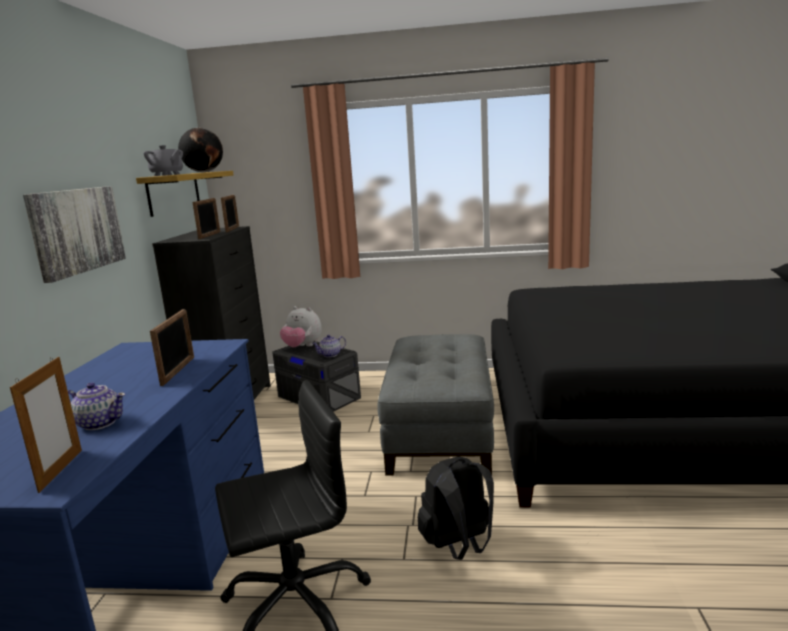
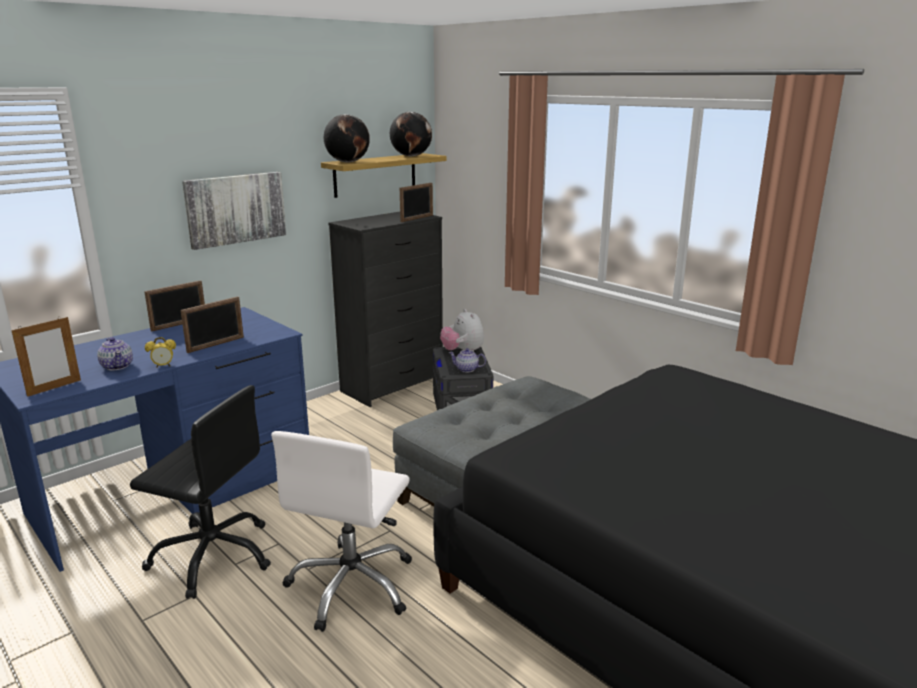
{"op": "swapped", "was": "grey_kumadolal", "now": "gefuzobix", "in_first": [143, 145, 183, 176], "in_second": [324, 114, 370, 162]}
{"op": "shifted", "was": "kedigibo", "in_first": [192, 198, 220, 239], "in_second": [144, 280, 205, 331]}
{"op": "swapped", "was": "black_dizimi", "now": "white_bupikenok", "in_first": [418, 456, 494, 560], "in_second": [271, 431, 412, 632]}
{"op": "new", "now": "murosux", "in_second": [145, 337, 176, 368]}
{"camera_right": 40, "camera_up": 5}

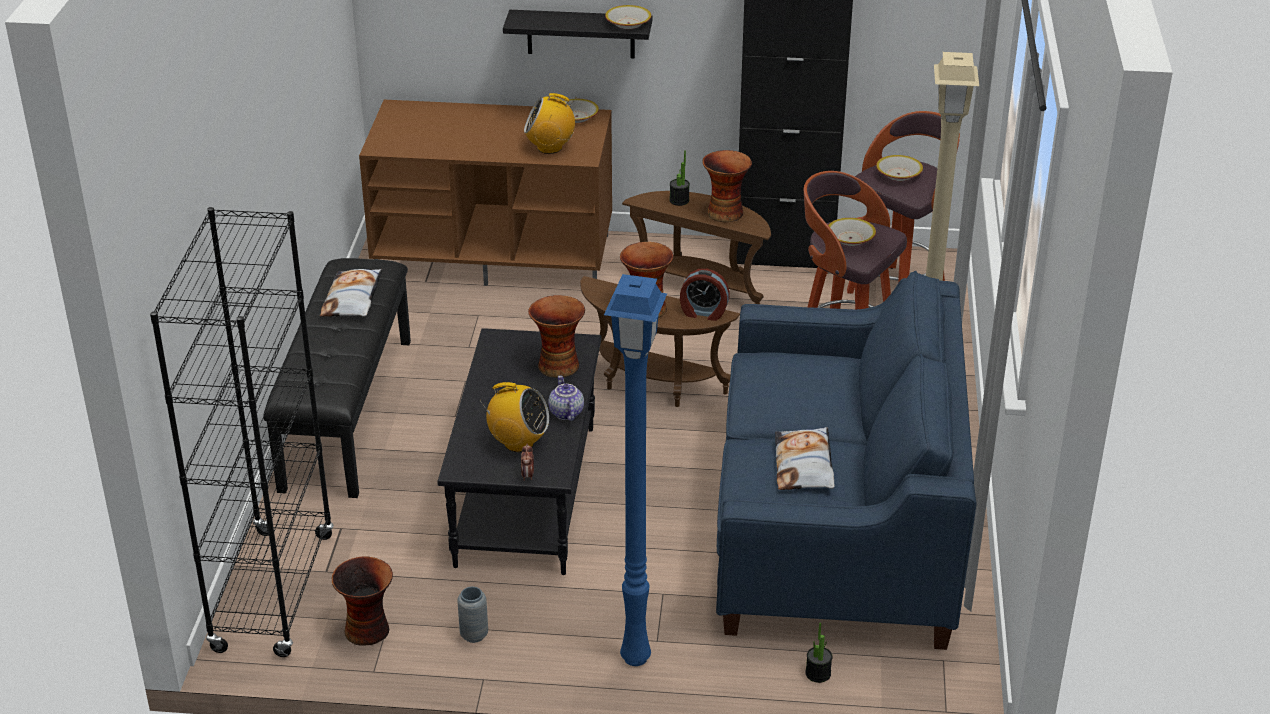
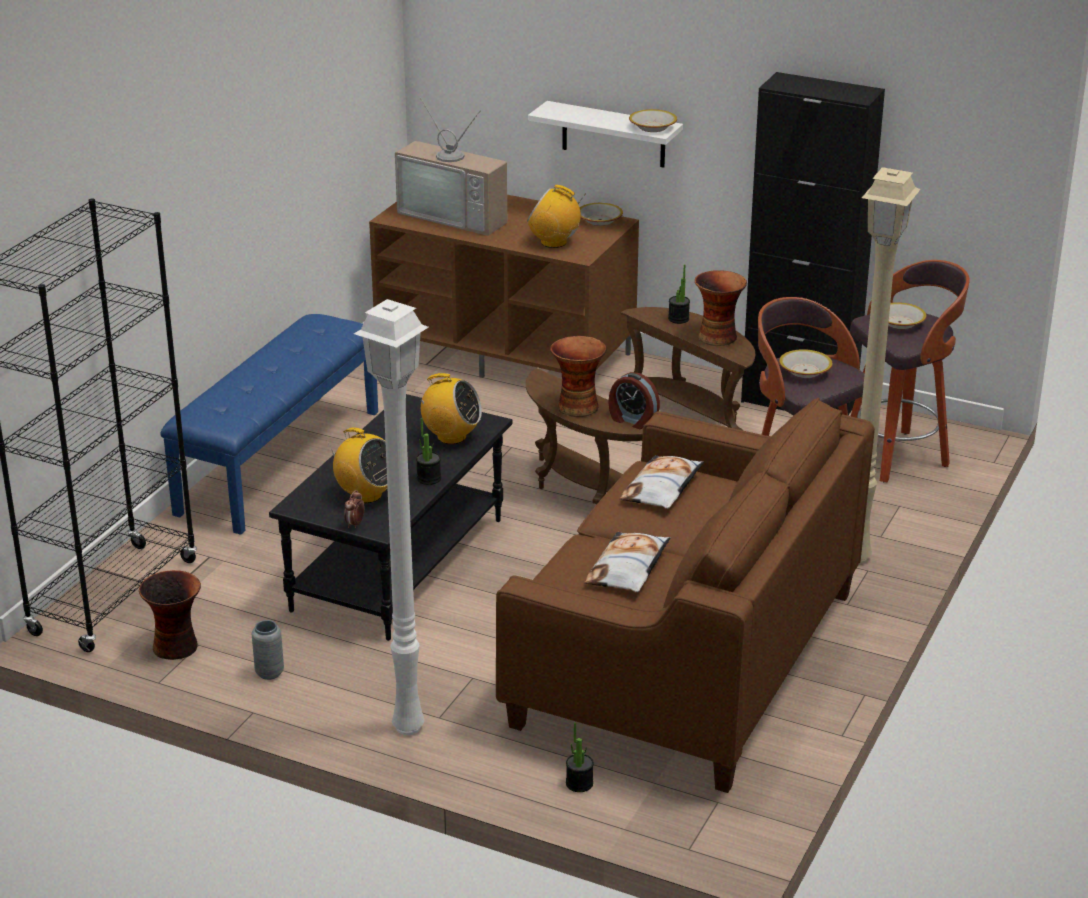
{"op": "repainted", "was": "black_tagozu", "now": "white_tagozu", "in_first": [503, 10, 652, 59], "in_second": [528, 101, 683, 168]}
{"op": "repainted", "was": "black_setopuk", "now": "blue_setopuk", "in_first": [263, 258, 411, 498], "in_second": [160, 314, 378, 535]}
{"op": "shifted", "was": "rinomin", "in_first": [320, 269, 383, 317], "in_second": [619, 455, 704, 509]}
{"op": "repainted", "was": "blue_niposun", "now": "brown_niposun", "in_first": [716, 271, 977, 650], "in_second": [496, 398, 875, 793]}
{"op": "repainted", "was": "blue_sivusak", "now": "white_sivusak", "in_first": [604, 274, 667, 666], "in_second": [354, 299, 428, 735]}
{"op": "swapped", "was": "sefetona", "now": "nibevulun", "in_first": [528, 295, 585, 378], "in_second": [416, 373, 482, 444]}
{"op": "swapped", "was": "kumadolal", "now": "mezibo", "in_first": [548, 375, 584, 421], "in_second": [416, 418, 441, 485]}
{"op": "new", "now": "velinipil", "in_second": [395, 97, 507, 236]}
{"camera_right": 20, "camera_up": -5}

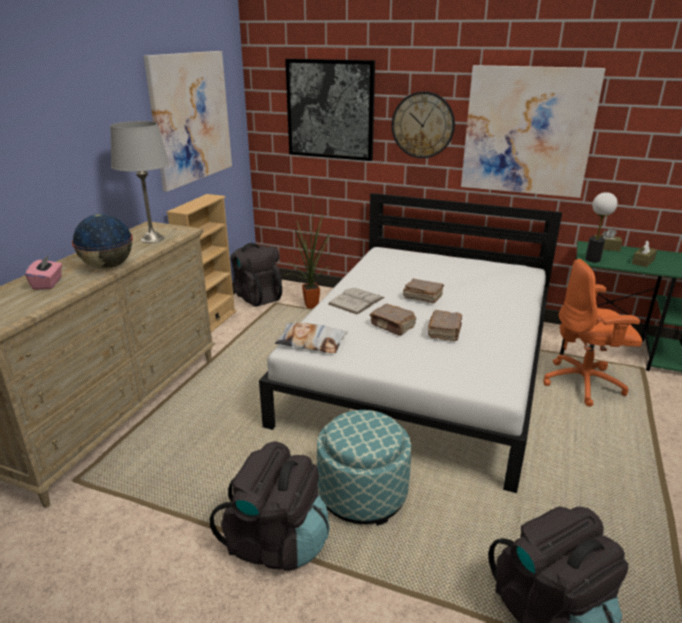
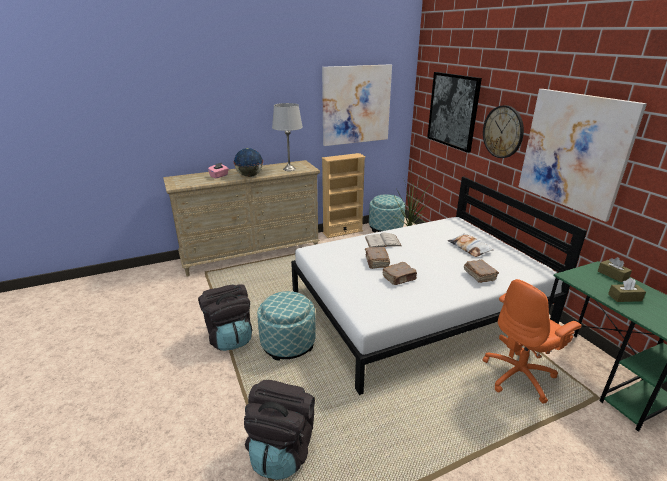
{"op": "gone", "was": "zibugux", "in_first": [585, 192, 618, 263]}
{"op": "swapped", "was": "black_dizimi", "now": "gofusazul", "in_first": [230, 243, 282, 307], "in_second": [369, 194, 405, 232]}
{"op": "rotated", "was": "orange_bupikenok", "in_first": [543, 259, 642, 407], "in_second": [483, 279, 581, 404], "clockwise": -75}
{"op": "shifted", "was": "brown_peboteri", "in_first": [403, 278, 444, 303], "in_second": [464, 259, 499, 283]}
{"op": "shifted", "was": "rinomin", "in_first": [275, 323, 348, 353], "in_second": [448, 234, 494, 257]}
{"camera_right": 45, "camera_up": 0}

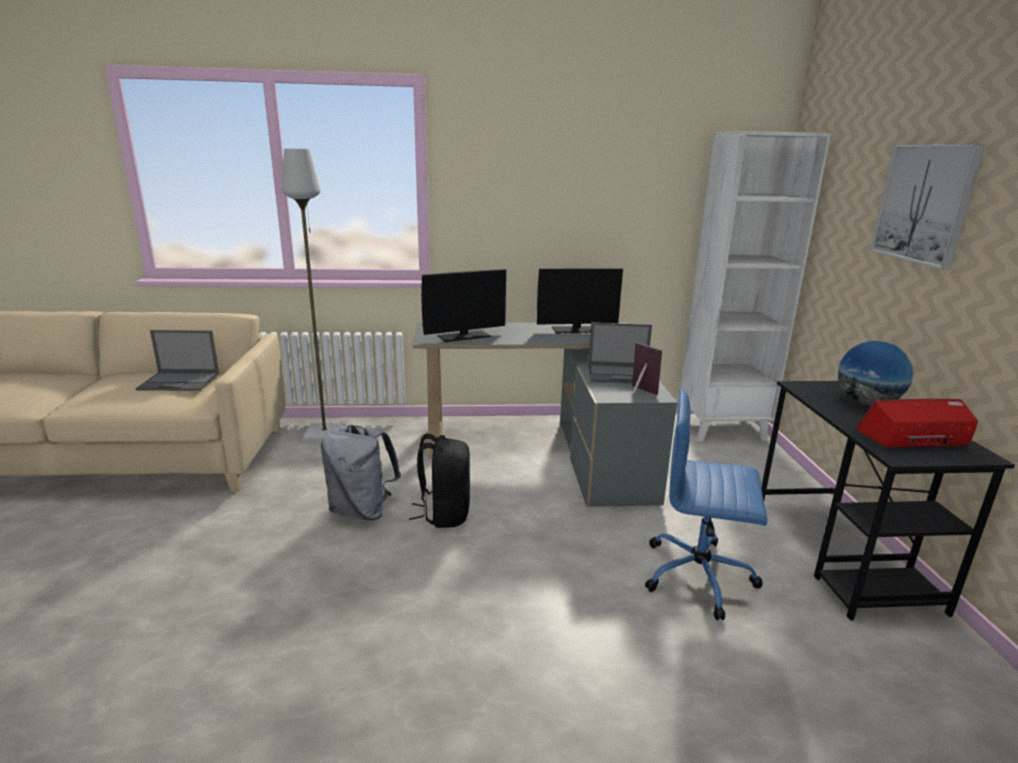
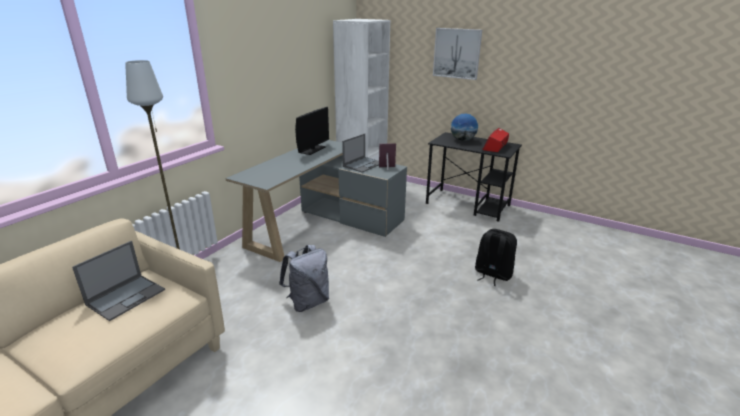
{"op": "gone", "was": "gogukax", "in_first": [421, 269, 506, 342]}
{"op": "gone", "was": "blue_bupikenok", "in_first": [645, 388, 767, 620]}
{"op": "shifted", "was": "black_dizimi", "in_first": [409, 434, 470, 528], "in_second": [475, 229, 517, 286]}
{"camera_right": -55, "camera_up": 5}

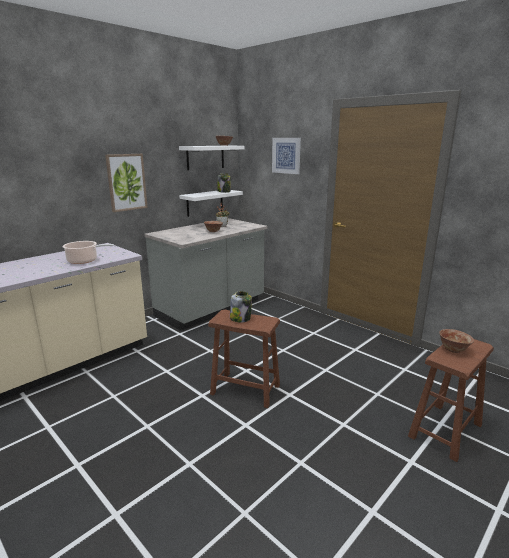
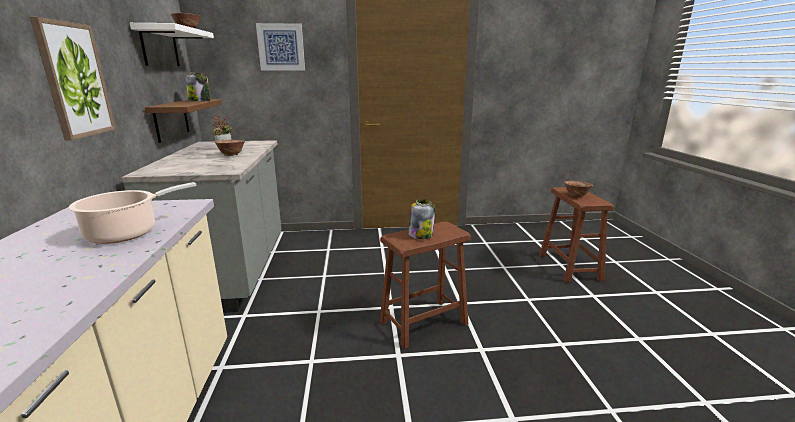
{"op": "repainted", "was": "white_tagozu", "now": "brown_tagozu", "in_first": [179, 190, 243, 217], "in_second": [145, 99, 222, 143]}
{"camera_right": -50, "camera_up": 0}

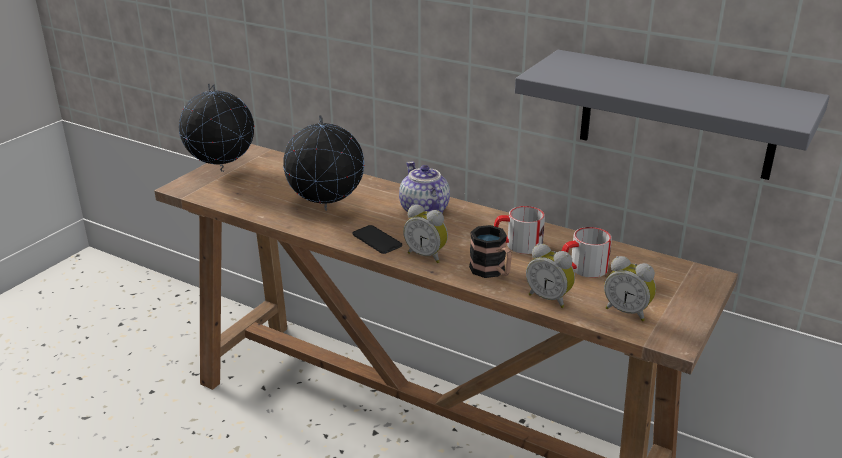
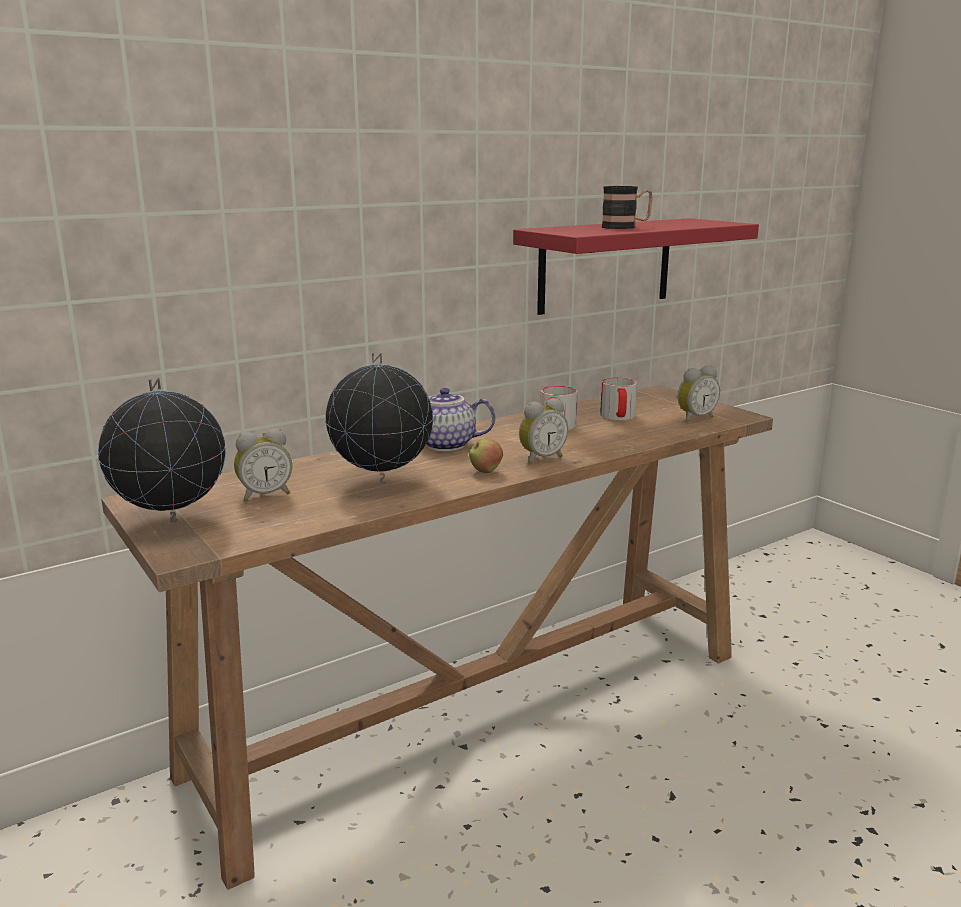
{"op": "repainted", "was": "grey_tagozu", "now": "red_tagozu", "in_first": [515, 50, 830, 180], "in_second": [513, 218, 759, 315]}
{"op": "swapped", "was": "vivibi", "now": "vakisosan", "in_first": [352, 225, 402, 254], "in_second": [469, 439, 503, 473]}
{"op": "shifted", "was": "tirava", "in_first": [469, 225, 512, 278], "in_second": [602, 186, 653, 229]}
{"op": "shifted", "was": "murosux", "in_first": [526, 244, 575, 308], "in_second": [234, 428, 292, 502]}
{"camera_right": -65, "camera_up": -10}

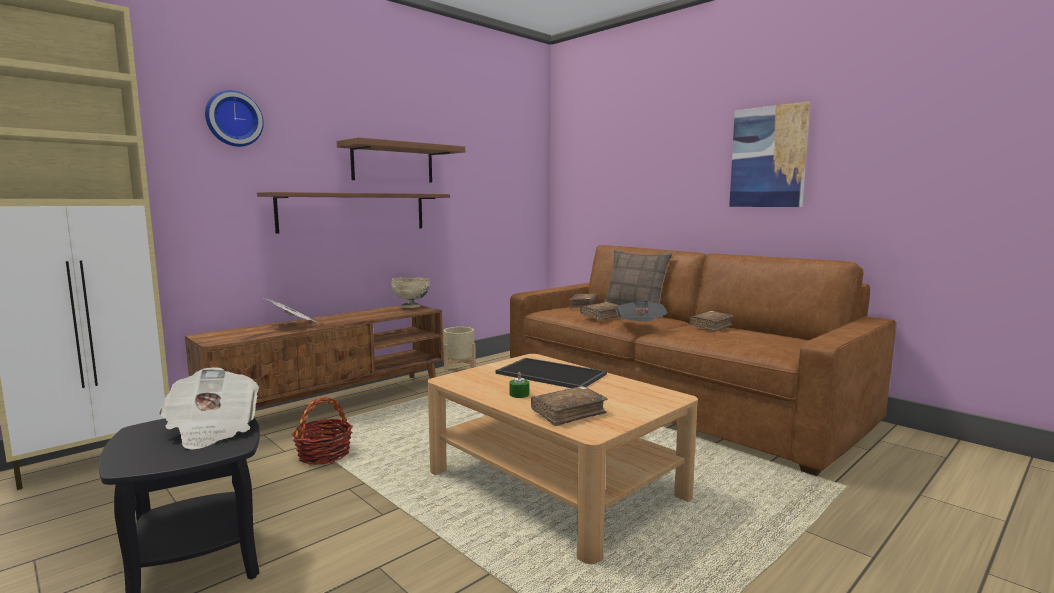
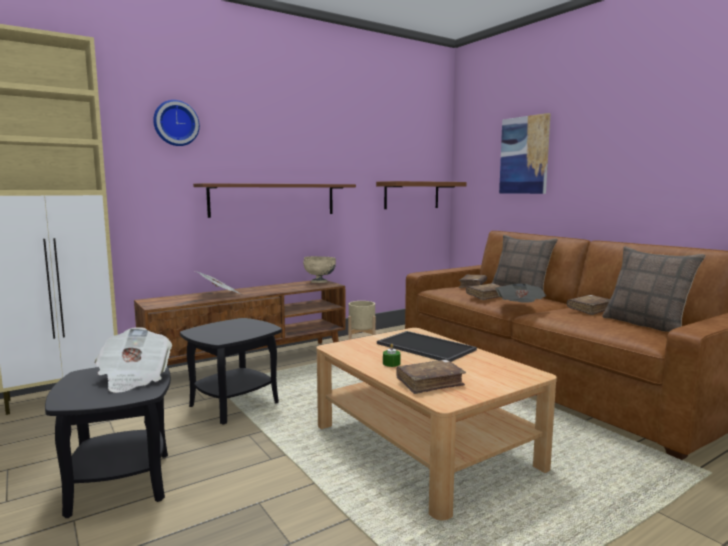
{"op": "shifted", "was": "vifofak", "in_first": [729, 101, 810, 207], "in_second": [499, 113, 551, 194]}
{"op": "shifted", "was": "brown_tagozu", "in_first": [337, 137, 465, 183], "in_second": [376, 181, 466, 209]}
{"op": "swapped", "was": "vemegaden", "now": "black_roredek", "in_first": [292, 397, 353, 465], "in_second": [180, 318, 282, 424]}
{"op": "new", "now": "rinomin", "in_second": [602, 246, 706, 332]}
{"camera_right": 10, "camera_up": 0}

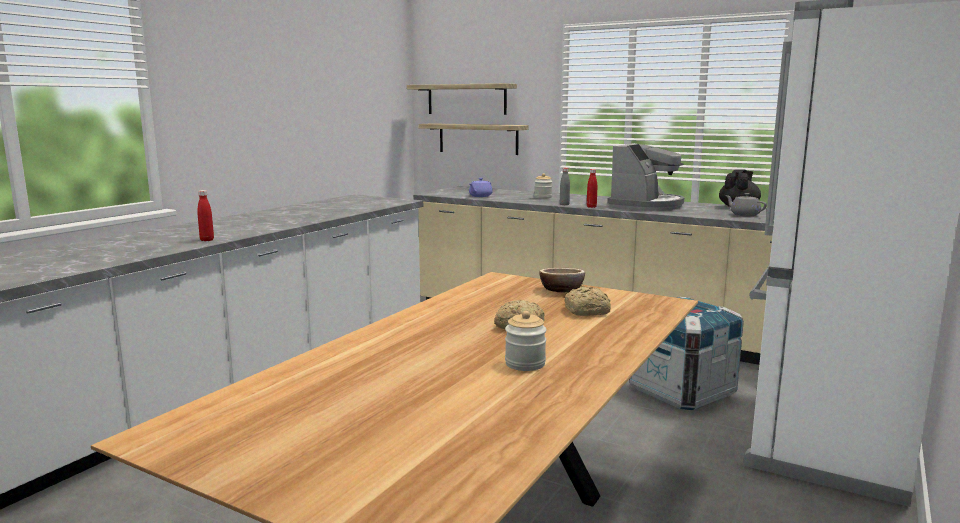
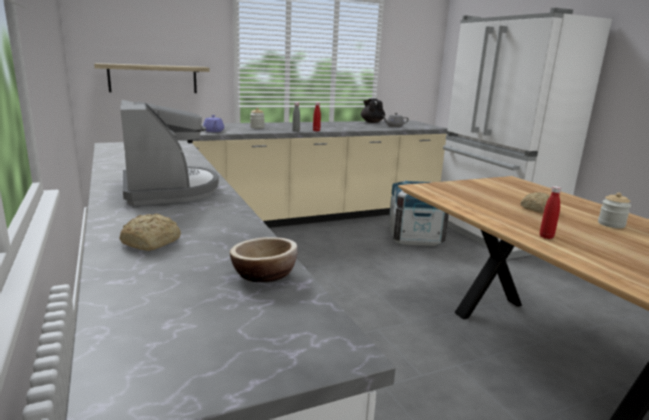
{"op": "gone", "was": "tagozu", "in_first": [407, 83, 517, 115]}
{"op": "shifted", "was": "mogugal", "in_first": [607, 143, 684, 211], "in_second": [120, 100, 219, 205]}
{"op": "shifted", "was": "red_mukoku", "in_first": [197, 190, 214, 241], "in_second": [540, 186, 561, 239]}
{"op": "shifted", "was": "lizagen", "in_first": [539, 268, 585, 292], "in_second": [230, 237, 298, 282]}
{"op": "shifted", "was": "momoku", "in_first": [565, 286, 611, 316], "in_second": [119, 214, 181, 251]}
{"camera_right": -55, "camera_up": 5}

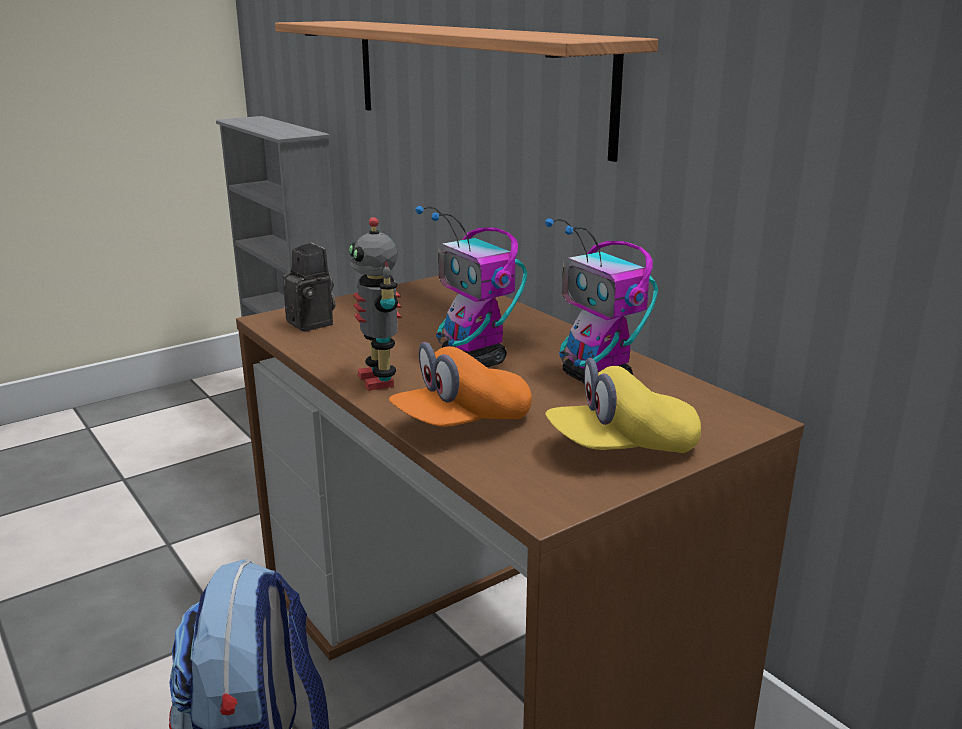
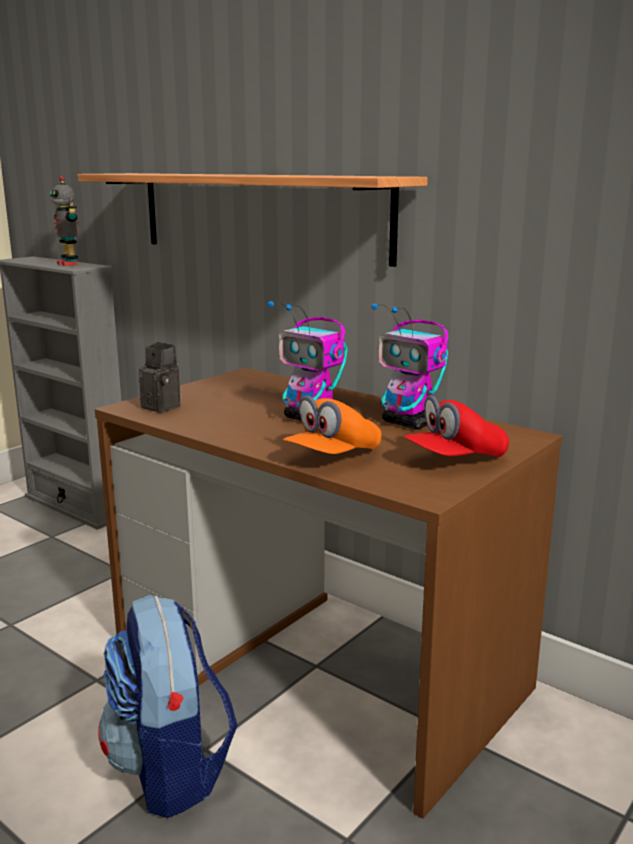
{"op": "shifted", "was": "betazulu", "in_first": [349, 217, 402, 391], "in_second": [50, 176, 79, 266]}
{"op": "repainted", "was": "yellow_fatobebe", "now": "red_fatobebe", "in_first": [546, 358, 701, 453], "in_second": [403, 395, 509, 457]}
{"camera_right": -15, "camera_up": -5}

